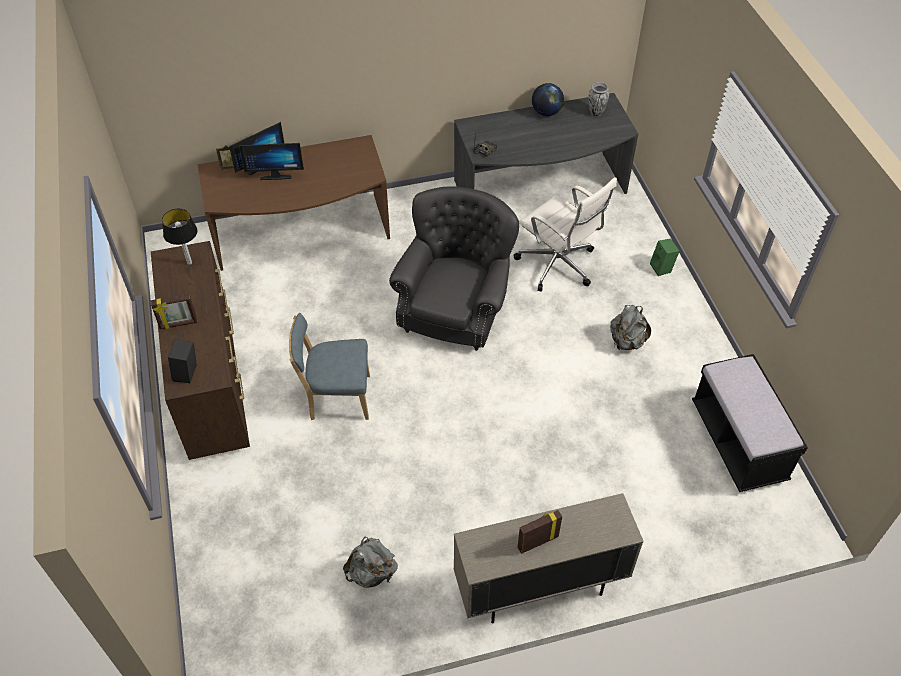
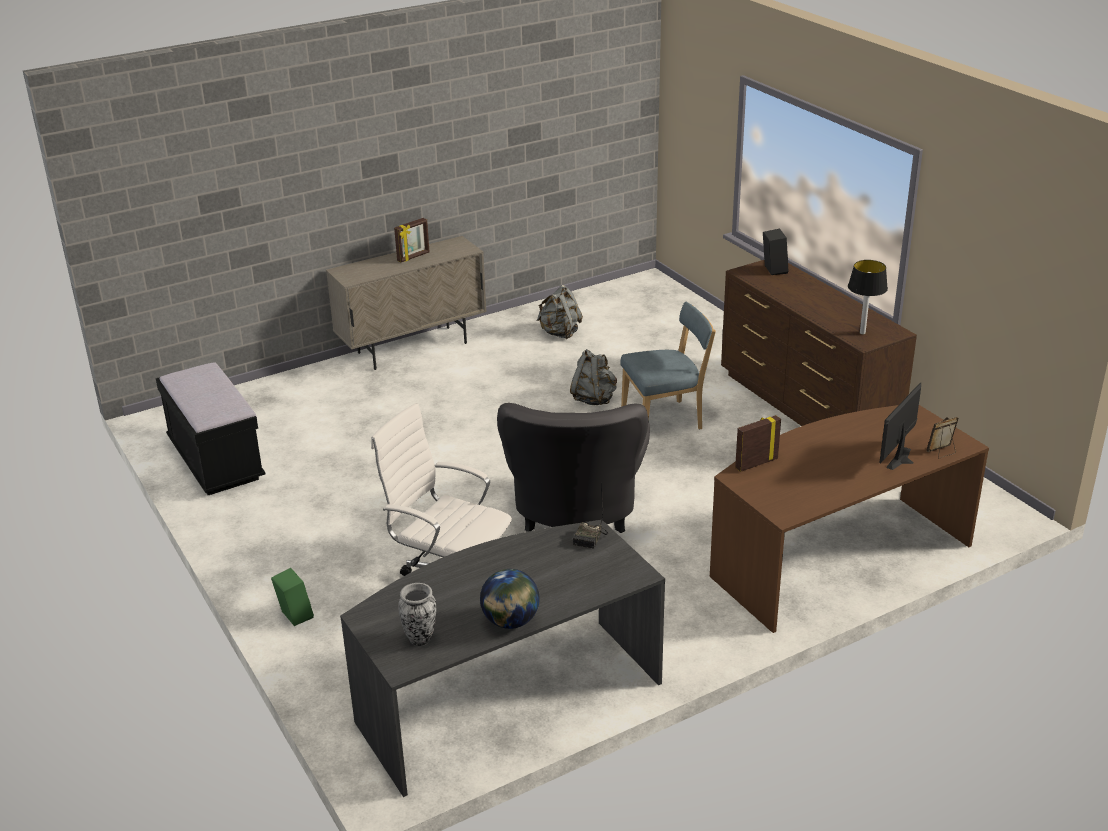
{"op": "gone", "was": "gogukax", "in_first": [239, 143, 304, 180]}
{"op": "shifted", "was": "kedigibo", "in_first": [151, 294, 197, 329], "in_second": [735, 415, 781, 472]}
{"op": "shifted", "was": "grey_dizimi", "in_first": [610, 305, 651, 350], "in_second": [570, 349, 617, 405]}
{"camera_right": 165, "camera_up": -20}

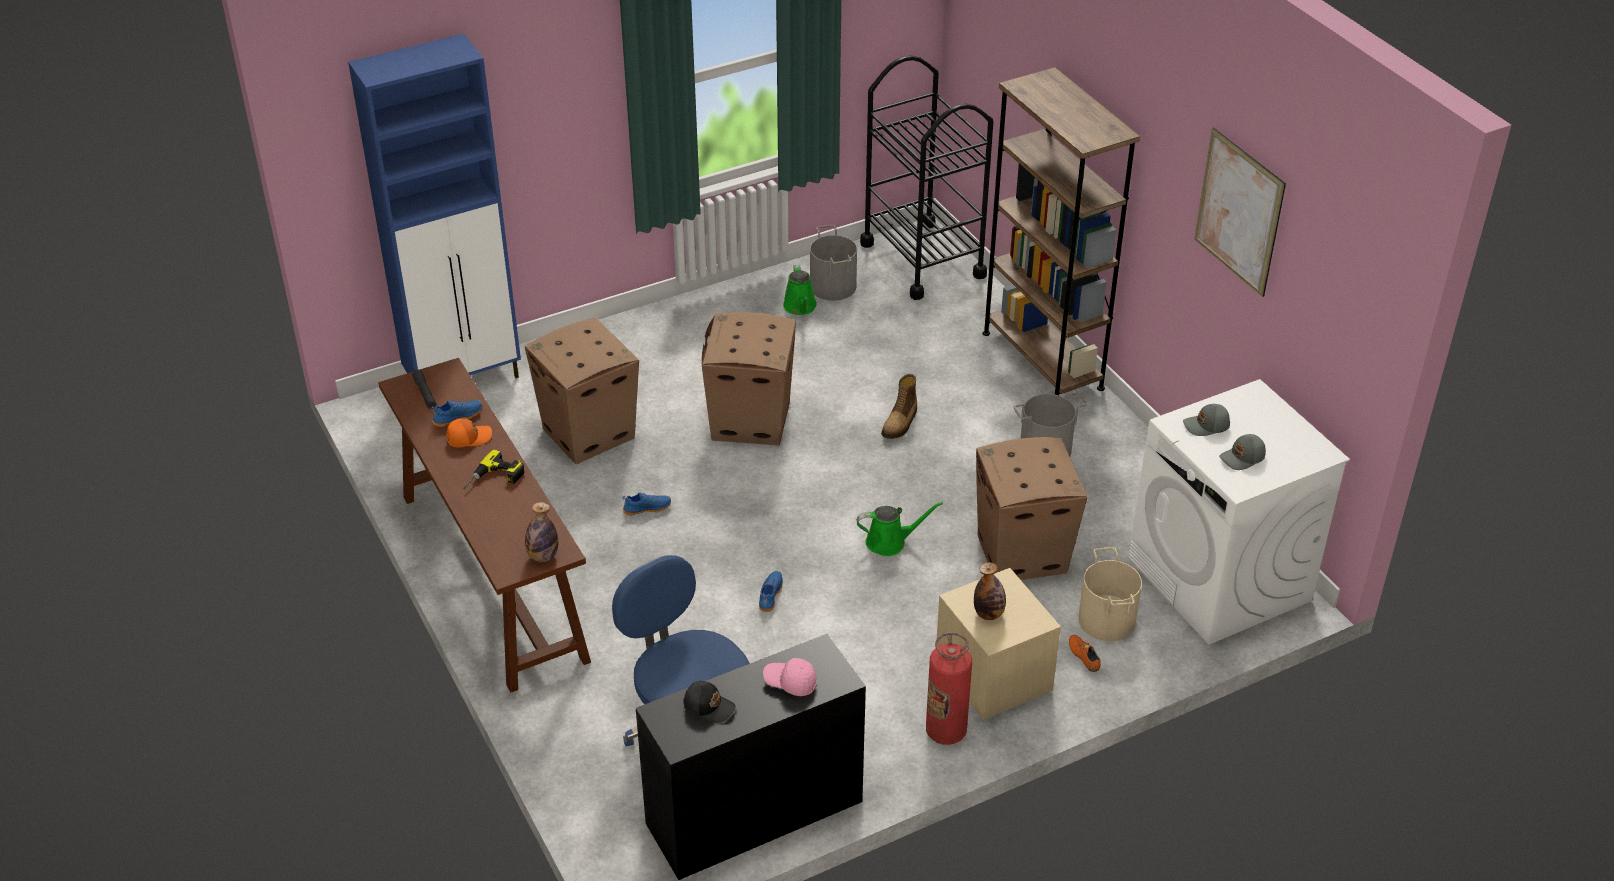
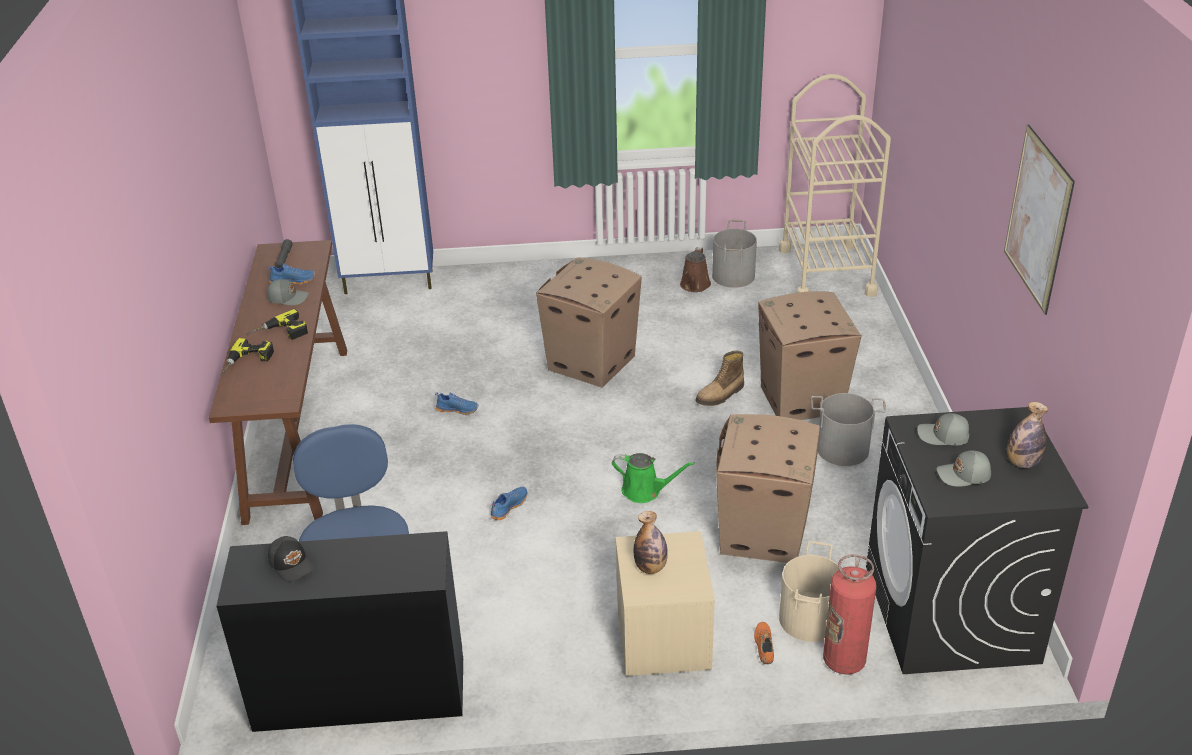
{"op": "repainted", "was": "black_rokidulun", "now": "beige_rokidulun", "in_first": [860, 55, 994, 300], "in_second": [779, 74, 891, 297]}
{"op": "gone", "was": "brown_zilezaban", "in_first": [983, 67, 1140, 395]}
{"op": "repainted", "was": "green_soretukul", "now": "brown_soretukul", "in_first": [783, 264, 817, 315], "in_second": [680, 247, 711, 292]}
{"op": "shifted", "was": "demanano", "in_first": [525, 318, 639, 464], "in_second": [758, 291, 862, 420]}
{"op": "repainted", "was": "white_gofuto", "now": "black_gofuto", "in_first": [1128, 379, 1350, 645], "in_second": [866, 407, 1089, 674]}
{"op": "repainted", "was": "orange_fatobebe", "now": "grey_fatobebe", "in_first": [447, 418, 492, 448], "in_second": [267, 279, 309, 305]}
{"op": "shifted", "was": "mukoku", "in_first": [525, 502, 558, 562], "in_second": [1007, 402, 1048, 468]}
{"op": "shifted", "was": "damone", "in_first": [926, 632, 972, 745], "in_second": [823, 554, 876, 675]}
{"op": "gone", "was": "pink_fatobebe", "in_first": [763, 658, 816, 696]}
{"op": "new", "now": "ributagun", "in_second": [223, 338, 274, 374]}
{"camera_right": 25, "camera_up": -5}

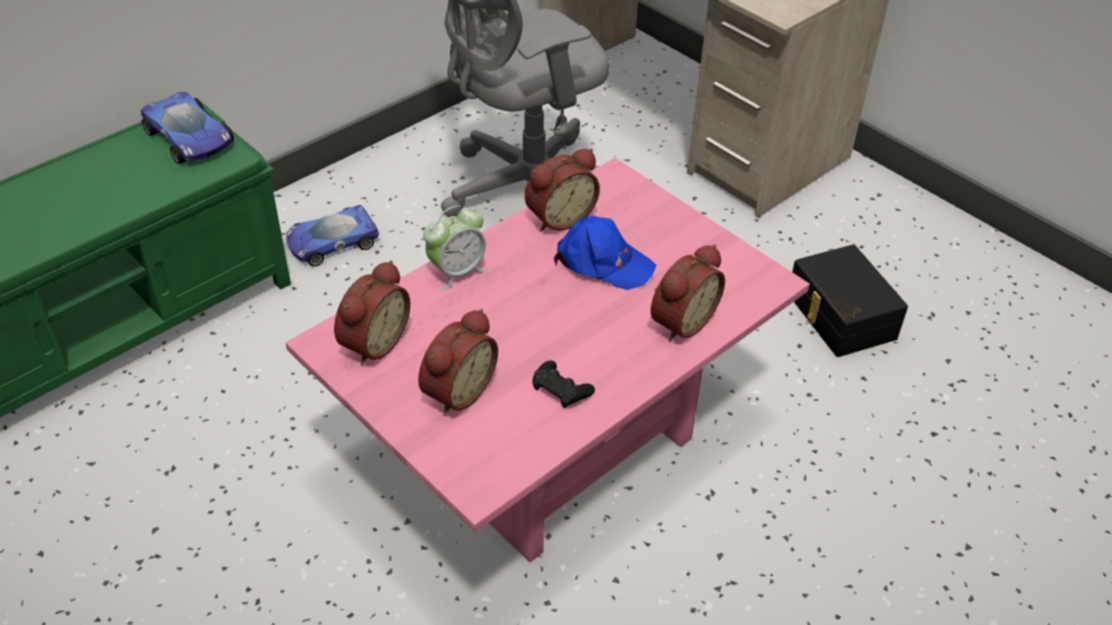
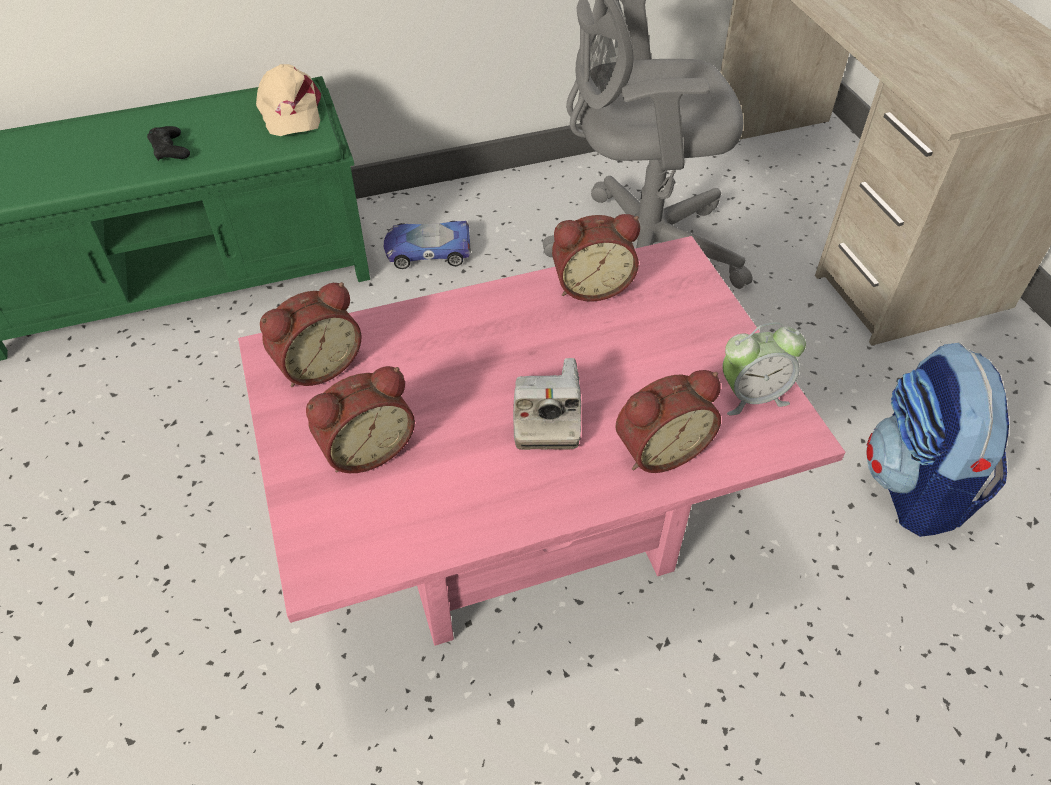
{"op": "swapped", "was": "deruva", "now": "beige_fatobebe", "in_first": [141, 92, 234, 164], "in_second": [256, 64, 321, 136]}
{"op": "shifted", "was": "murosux", "in_first": [423, 205, 487, 291], "in_second": [723, 322, 806, 415]}
{"op": "gone", "was": "blue_fatobebe", "in_first": [554, 216, 656, 290]}
{"op": "swapped", "was": "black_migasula", "now": "dizimi", "in_first": [792, 244, 908, 357], "in_second": [866, 342, 1009, 537]}
{"op": "shifted", "was": "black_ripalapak", "in_first": [532, 361, 595, 408], "in_second": [147, 126, 190, 161]}
{"op": "new", "now": "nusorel", "in_second": [513, 358, 581, 450]}
{"camera_right": 25, "camera_up": 5}

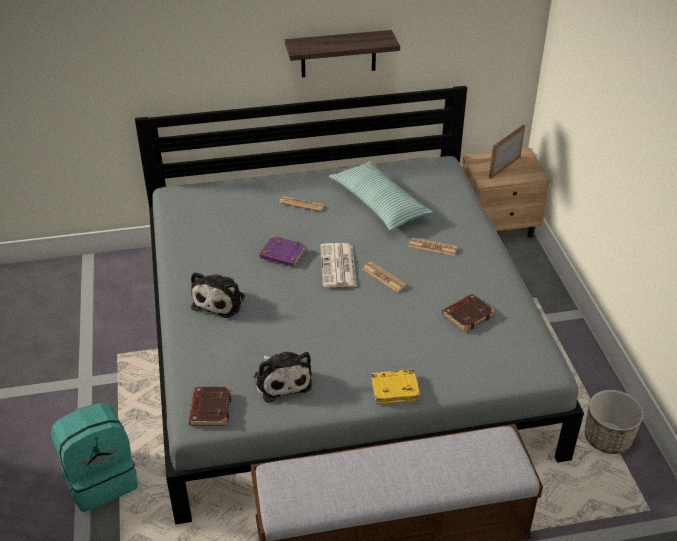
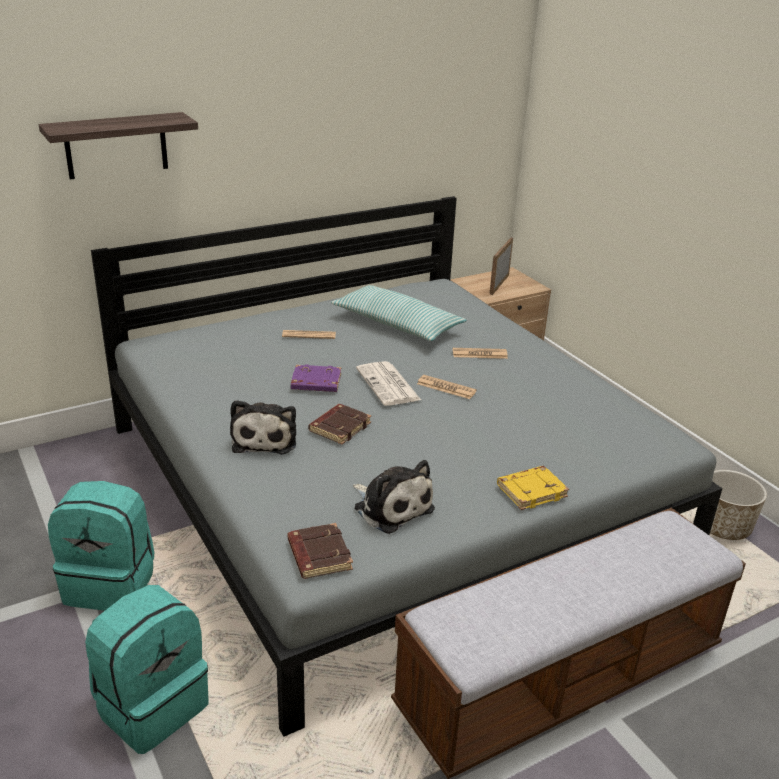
{"op": "shifted", "was": "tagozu", "in_first": [285, 30, 400, 77], "in_second": [39, 112, 198, 180]}
{"op": "shifted", "was": "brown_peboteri", "in_first": [442, 294, 495, 332], "in_second": [308, 404, 371, 445]}
{"op": "new", "now": "turquoise_dizimi", "in_second": [48, 481, 154, 611]}
{"camera_right": -20, "camera_up": -10}

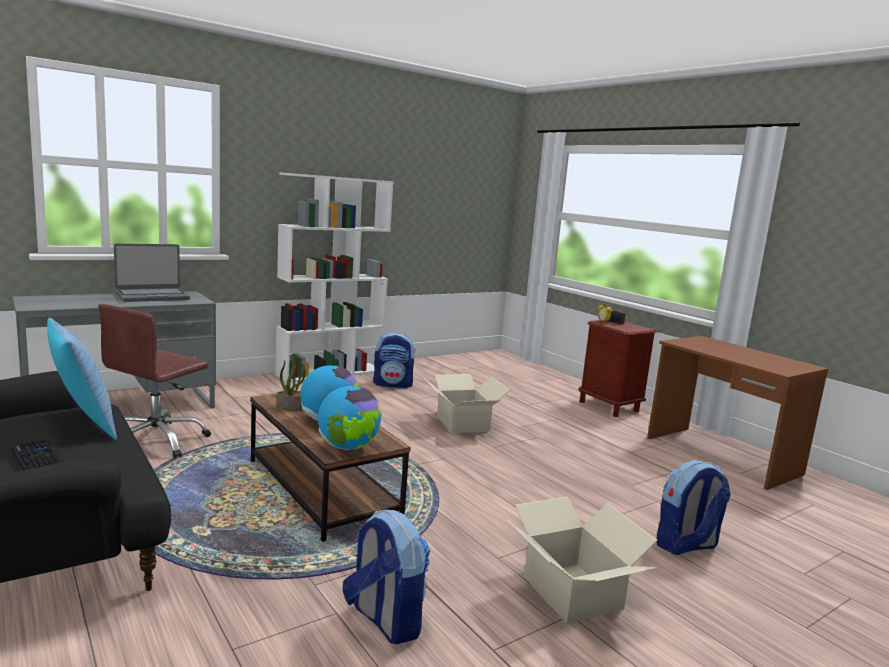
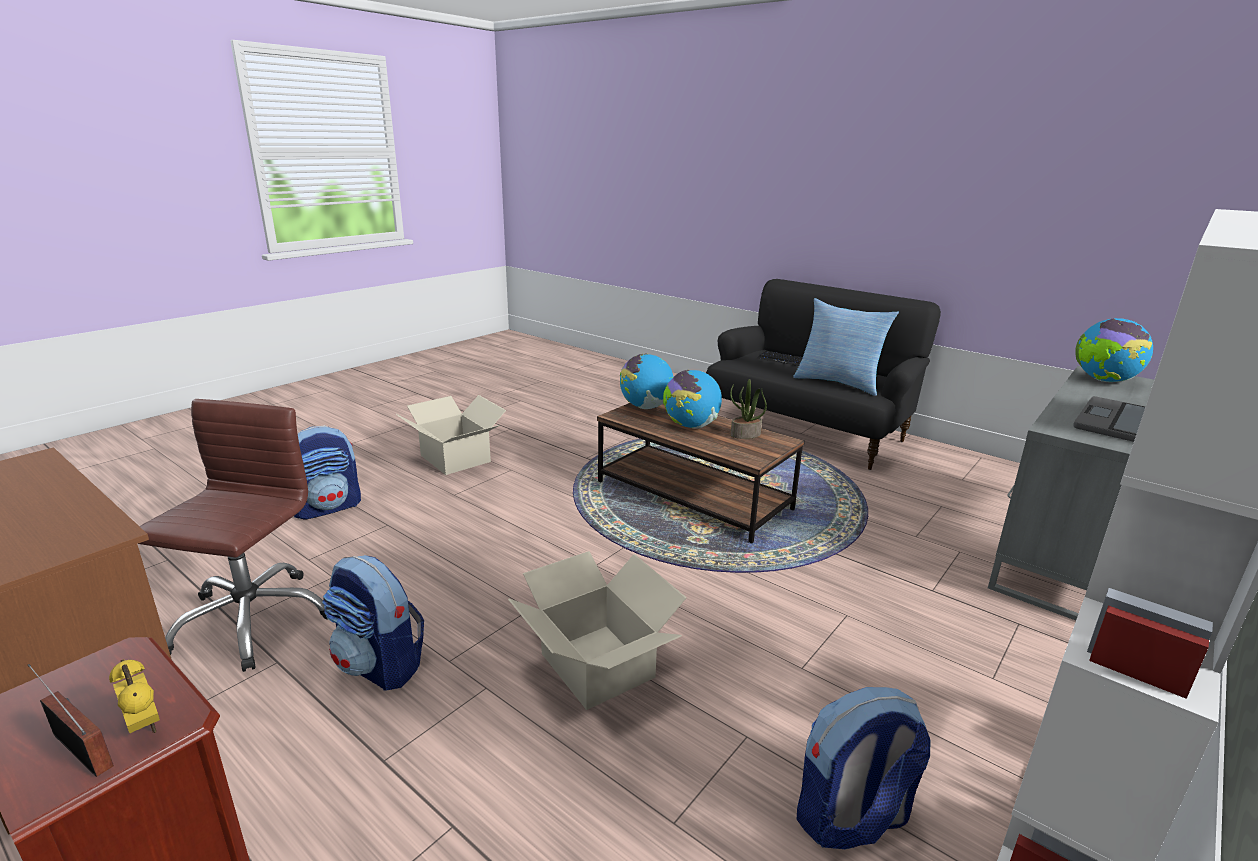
{"op": "shifted", "was": "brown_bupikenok", "in_first": [98, 304, 211, 458], "in_second": [138, 399, 327, 672]}
{"op": "shifted", "was": "dizimi", "in_first": [343, 510, 431, 644], "in_second": [322, 555, 424, 690]}
{"op": "new", "now": "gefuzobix", "in_second": [1075, 318, 1153, 382]}
{"camera_right": 165, "camera_up": 10}

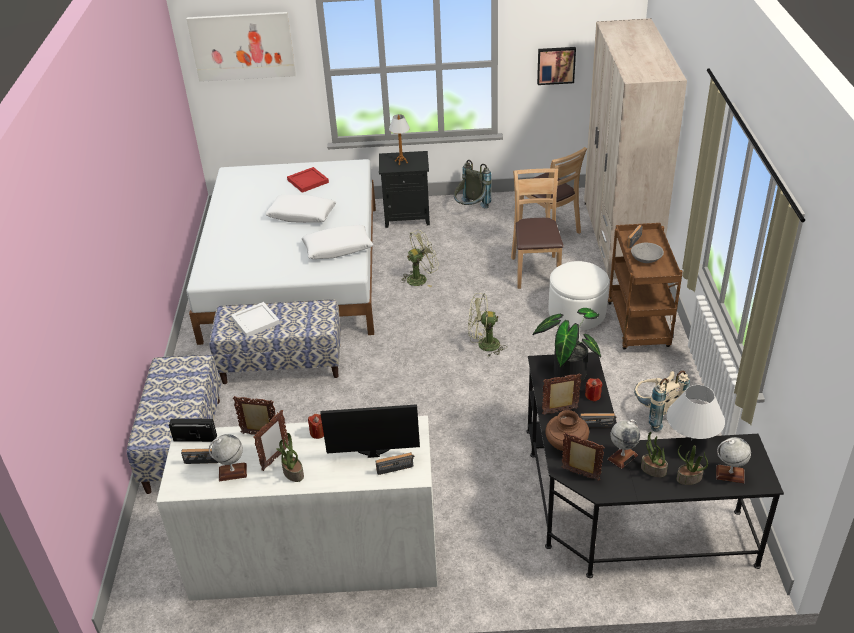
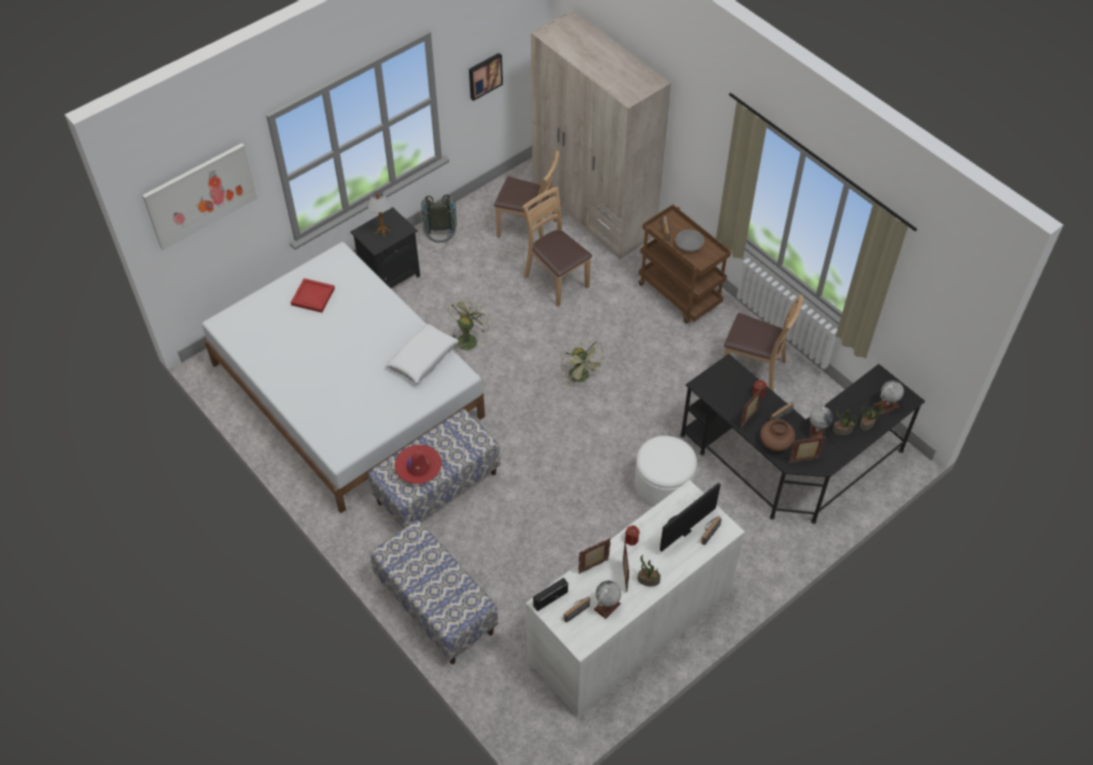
{"op": "gone", "was": "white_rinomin", "in_first": [265, 195, 336, 223]}
{"op": "shifted", "was": "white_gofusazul", "in_first": [549, 261, 609, 330], "in_second": [635, 436, 697, 507]}
{"op": "rotated", "was": "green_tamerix", "in_first": [468, 293, 504, 357], "in_second": [561, 341, 606, 387], "clockwise": -75}
{"op": "swapped", "was": "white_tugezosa", "now": "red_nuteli", "in_first": [231, 302, 280, 337], "in_second": [395, 445, 442, 484]}
{"op": "gone", "was": "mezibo", "in_first": [533, 308, 601, 381]}
{"op": "swapped", "was": "beige_dizimi", "now": "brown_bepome", "in_first": [634, 370, 690, 432], "in_second": [724, 294, 803, 392]}
{"op": "gone", "was": "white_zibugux", "in_first": [666, 385, 725, 441]}
{"camera_right": -40, "camera_up": 15}

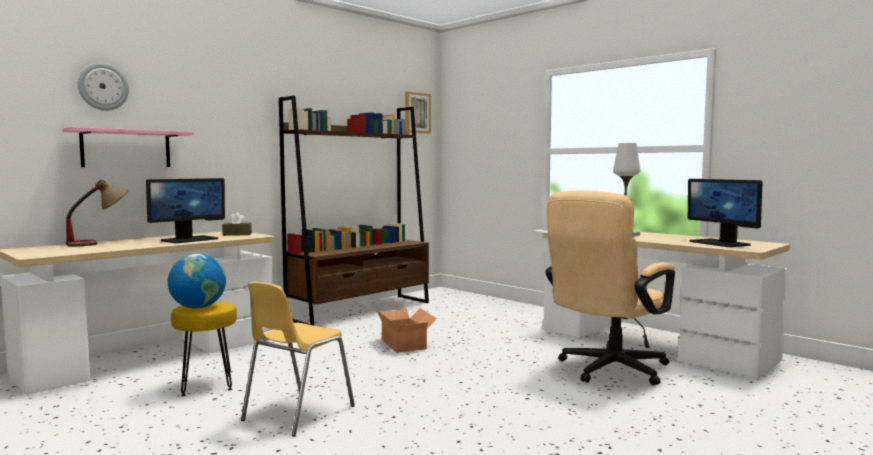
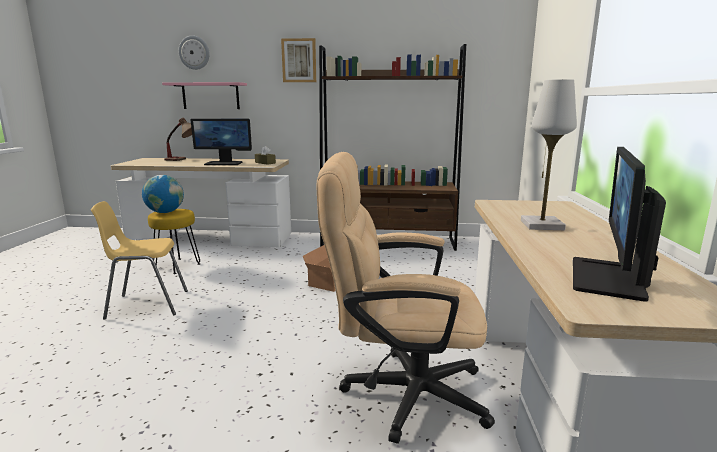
{"op": "shifted", "was": "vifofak", "in_first": [405, 91, 431, 134], "in_second": [281, 38, 316, 82]}
{"camera_right": 50, "camera_up": 10}

